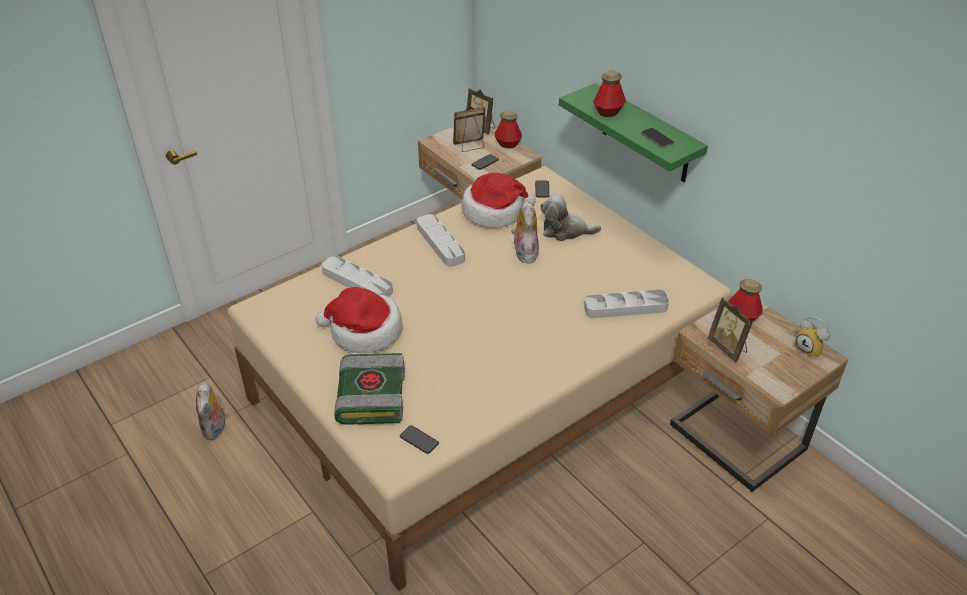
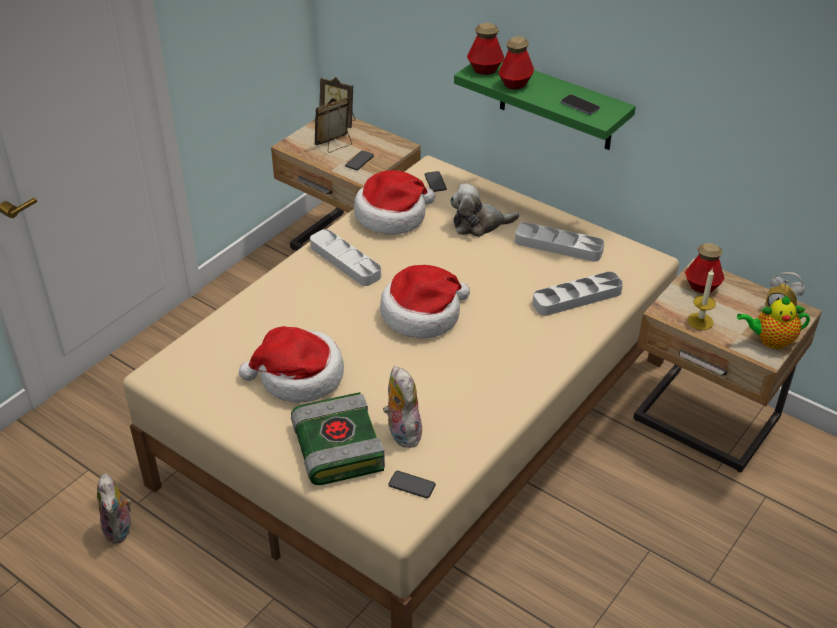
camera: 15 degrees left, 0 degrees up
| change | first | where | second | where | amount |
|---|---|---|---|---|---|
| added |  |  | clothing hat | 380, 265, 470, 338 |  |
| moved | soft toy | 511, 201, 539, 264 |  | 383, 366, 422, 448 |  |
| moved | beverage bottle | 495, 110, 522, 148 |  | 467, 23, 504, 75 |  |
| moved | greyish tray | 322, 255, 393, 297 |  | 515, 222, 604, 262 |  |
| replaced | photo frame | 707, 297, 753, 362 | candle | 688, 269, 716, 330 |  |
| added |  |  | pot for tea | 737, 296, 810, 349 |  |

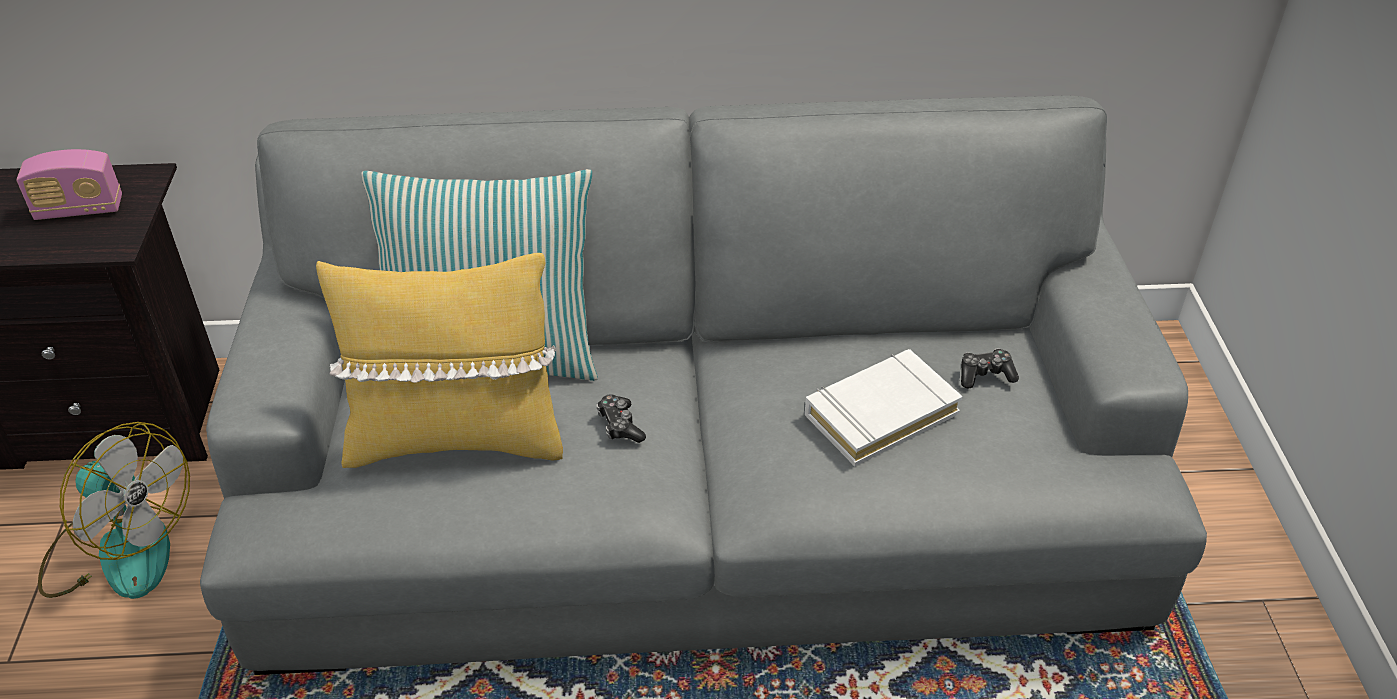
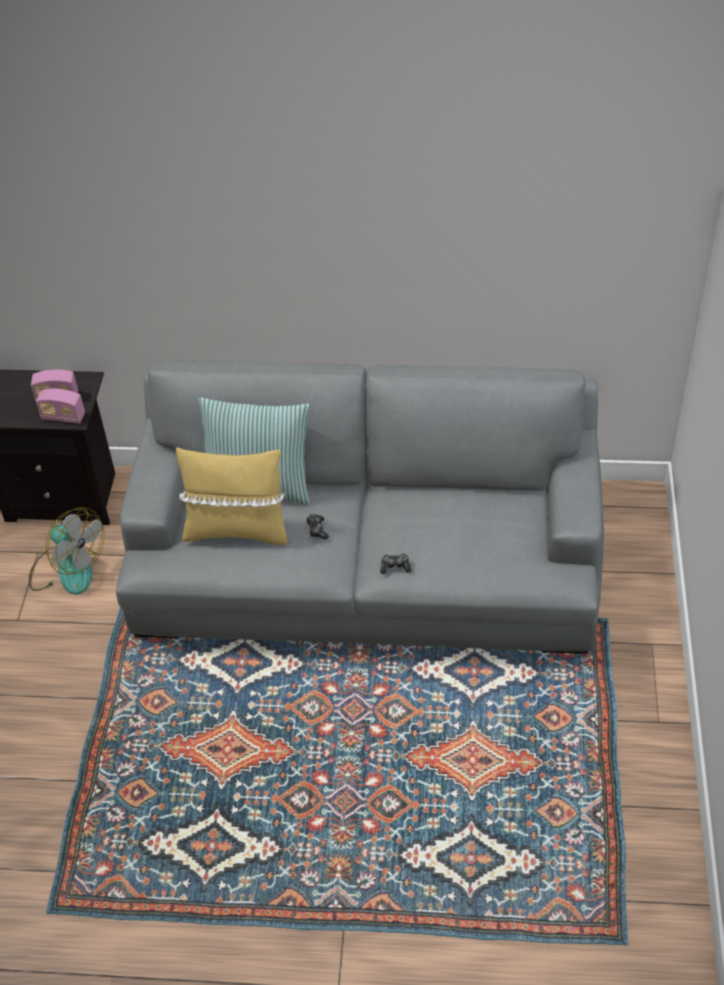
camera: 10 degrees right, 5 degrees up
| change | first | where | second | where | amount |
|---|---|---|---|---|---|
| added |  |  | radio receiver | 36, 388, 85, 423 |  |
| moved | joypad | 961, 348, 1019, 388 |  | 380, 553, 412, 574 |  |
| removed | white volume | 805, 349, 963, 466 |  |  |  |

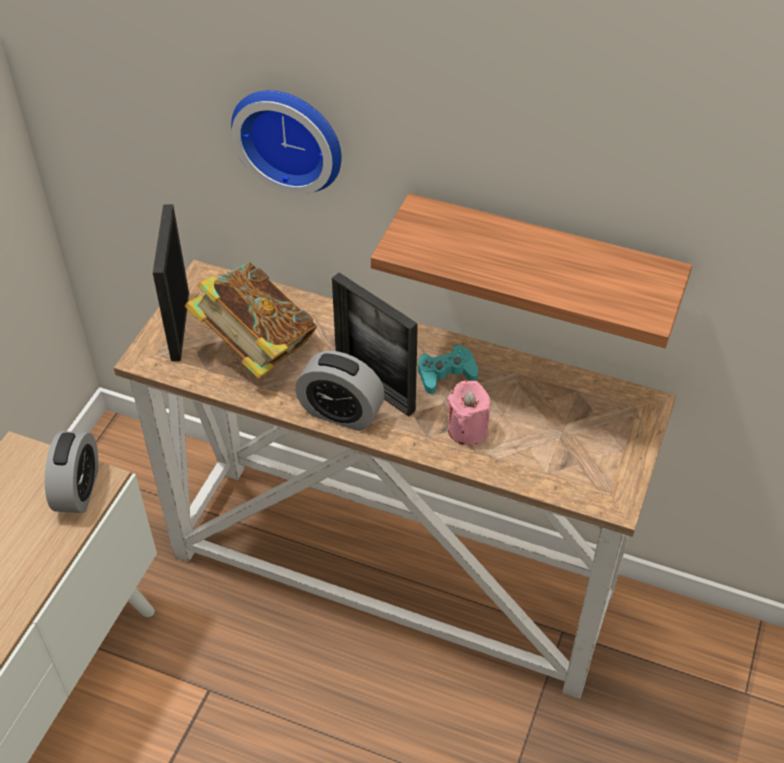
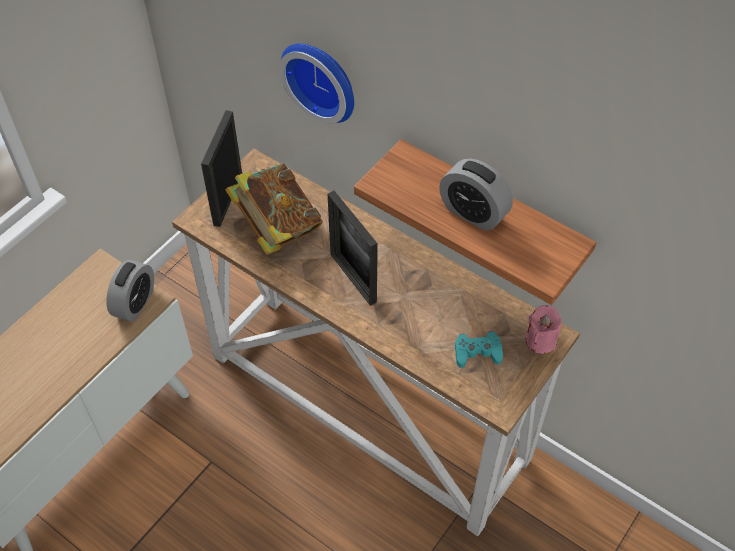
camera: 15 degrees right, 5 degrees up
| change | first | where | second | where | amount |
|---|---|---|---|---|---|
| moved | table clock | 295, 351, 385, 431 |  | 439, 159, 513, 231 |  |
| moved | turquoise joypad | 418, 344, 478, 394 |  | 455, 331, 503, 368 |  |
| moved | pink candle | 447, 380, 490, 445 |  | 526, 305, 561, 354 |  |

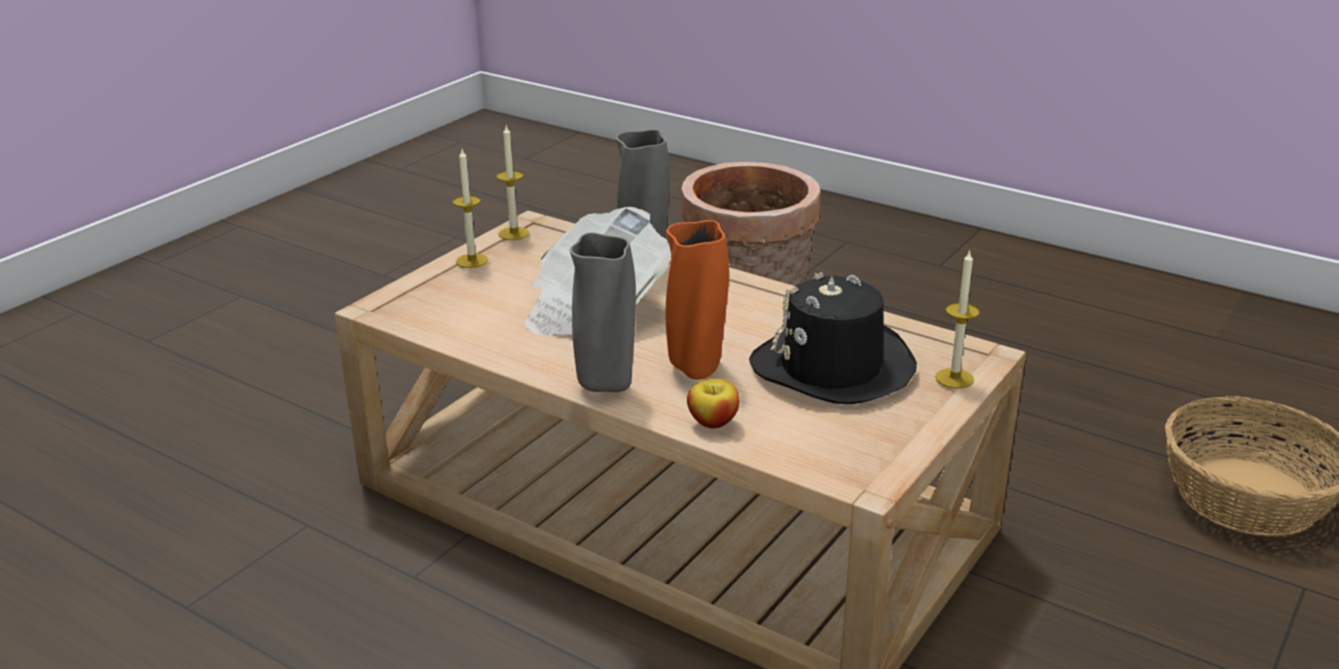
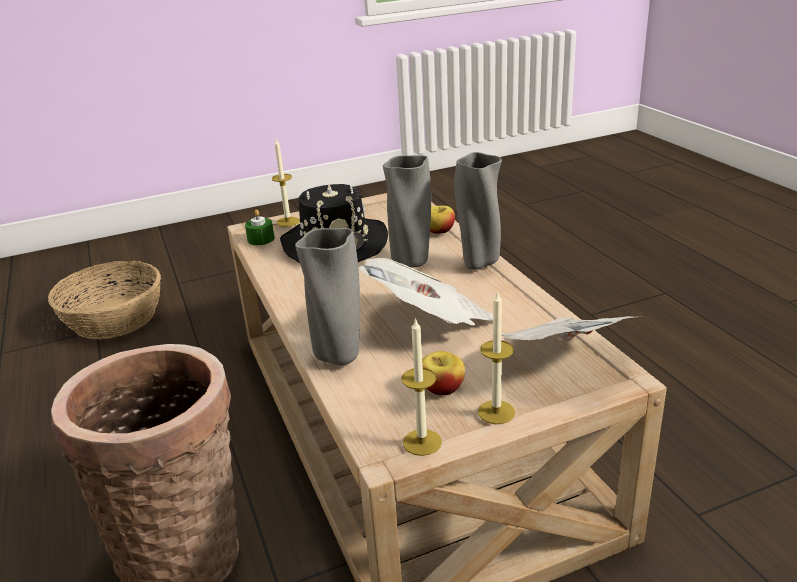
camera: 145 degrees left, 0 degrees up
| change | first | where | second | where | amount |
|---|---|---|---|---|---|
| added |  |  | greenish candle | 245, 209, 275, 245 |  |
| recoloured | orange-coloured decorative vase | 666, 220, 729, 379 | greyish decorative vase | 383, 155, 431, 267 |  |
| added |  |  | apple | 422, 351, 465, 396 |  |
| added |  |  | newspaper | 501, 316, 634, 341 |  |

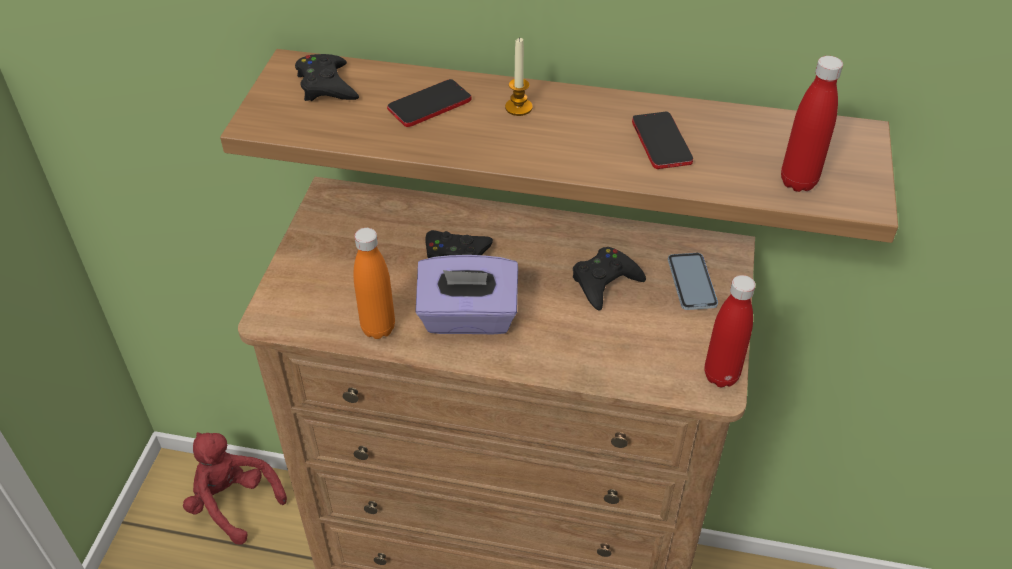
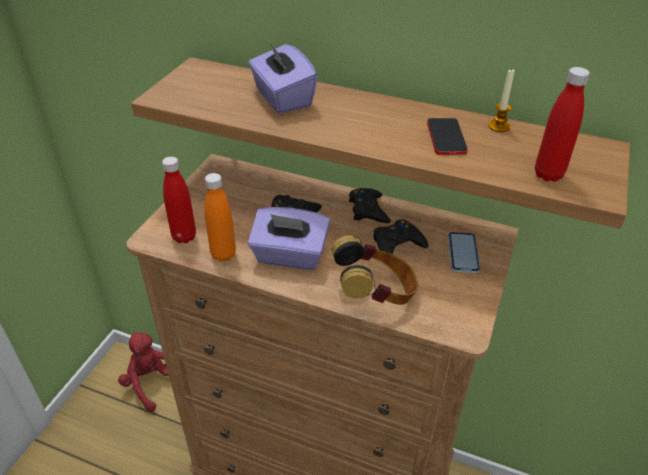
camera: 10 degrees right, 5 degrees down
| change | first | where | second | where | amount |
|---|---|---|---|---|---|
| moved | reddish beverage bottle | 705, 275, 756, 387 |  | 162, 156, 196, 243 |  |
| replaced | handset | 387, 79, 471, 127 | purple tissue holder | 248, 41, 318, 114 |  |
| added |  |  | pair of headphones | 332, 235, 419, 305 |  |
| moved | black-coloured joypad | 295, 54, 359, 101 |  | 349, 188, 391, 223 |  |
| moved | candle | 505, 37, 532, 116 |  | 489, 69, 515, 132 |  |

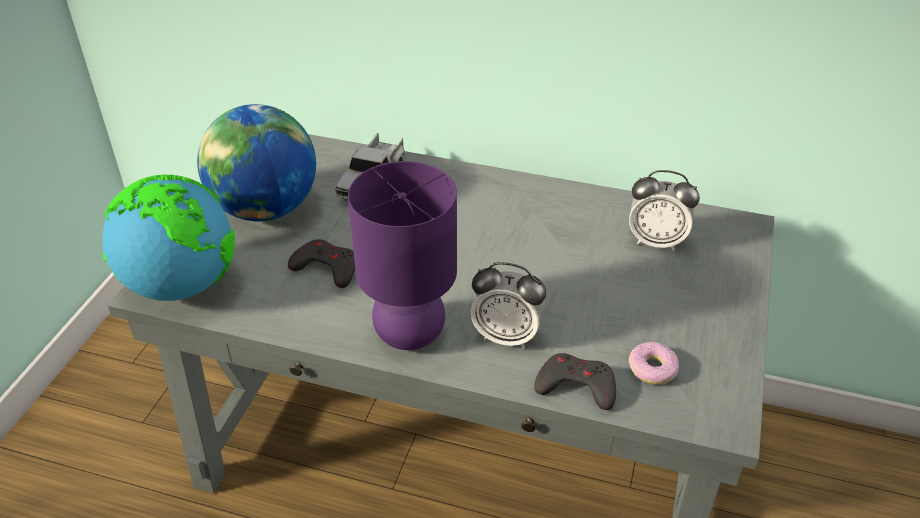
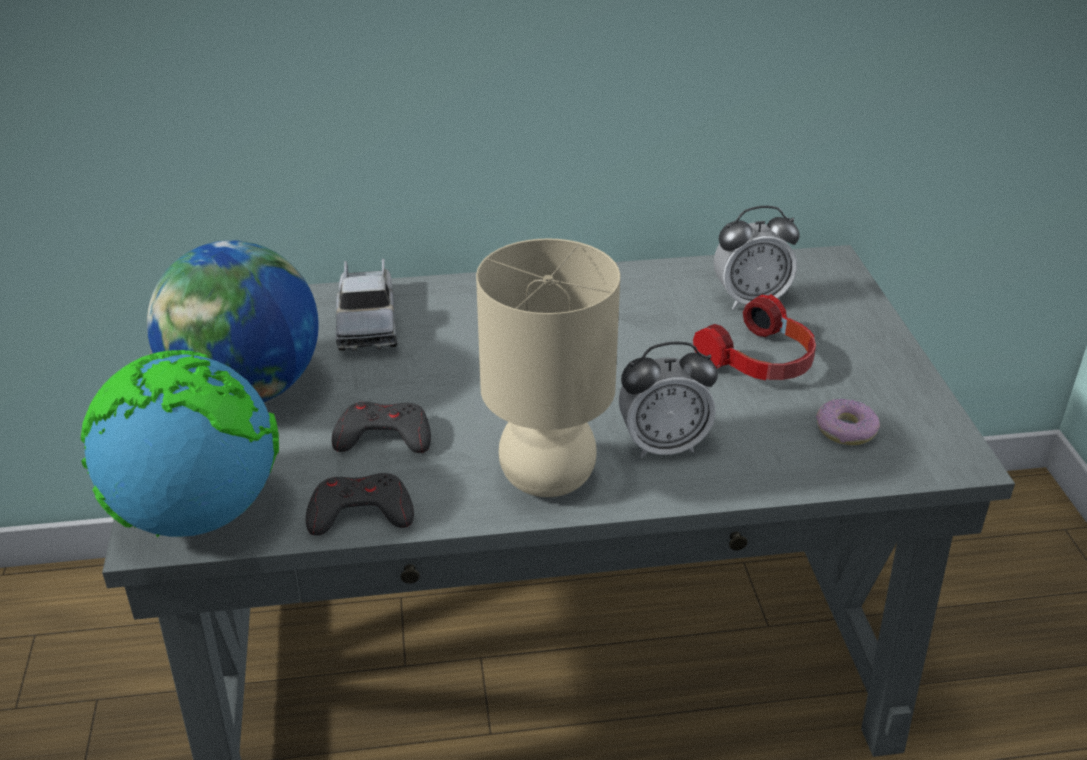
camera: 25 degrees left, 5 degrees down
| change | first | where | second | where | amount |
|---|---|---|---|---|---|
| moved | greyish joypad | 534, 353, 616, 410 |  | 306, 473, 414, 535 |  |
| recoloured | purple table lamp | 348, 161, 457, 350 | beige-coloured table lamp | 476, 238, 620, 497 |  |
| added |  |  | pair of headphones | 693, 294, 816, 380 |  |

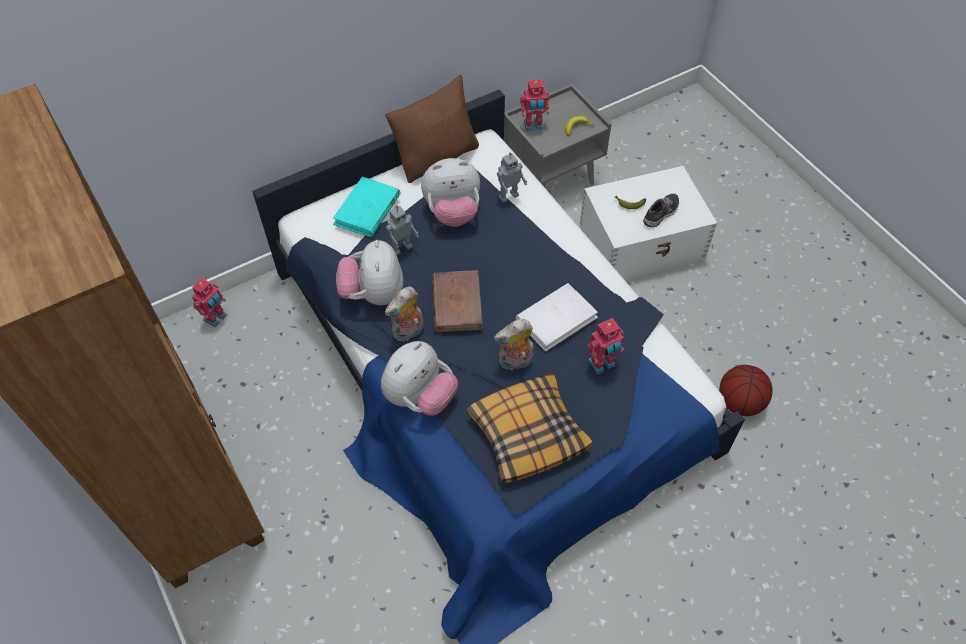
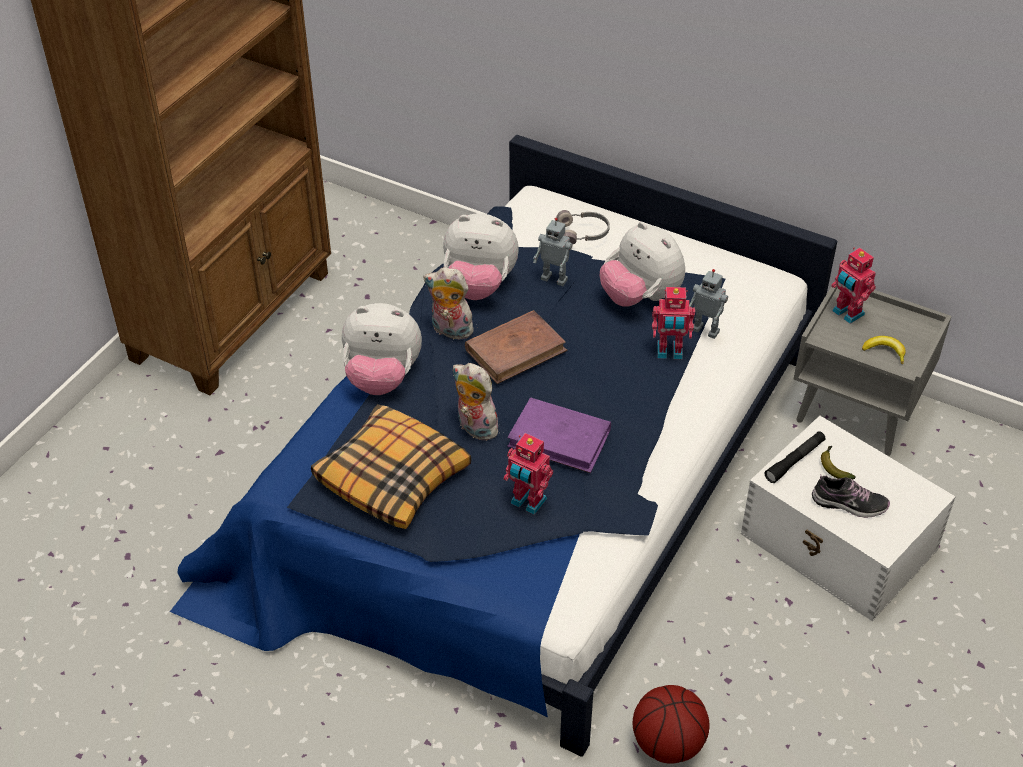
camera: 60 degrees right, 10 degrees down
| change | first | where | second | where | amount |
|---|---|---|---|---|---|
| turned | soft toy | 336, 240, 403, 305 |  | 443, 213, 519, 300 | 135 degrees counterclockwise |
| recoloured | white volume | 516, 283, 598, 352 | purple volume | 507, 397, 611, 473 |  |
| replaced | turquoise volume | 333, 177, 401, 237 | greyish pair of headphones | 556, 210, 610, 244 |  |
| moved | robot figure | 192, 278, 227, 327 |  | 652, 287, 695, 359 |  |
| added |  |  | black-coloured hand torch | 764, 431, 825, 483 |  |
| removed | brown throw pillow | 385, 75, 479, 183 |  |  |  |

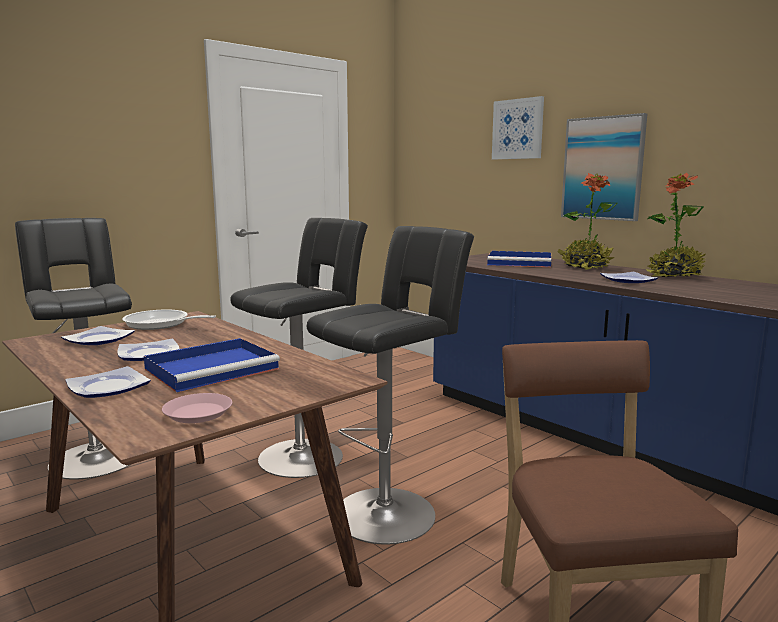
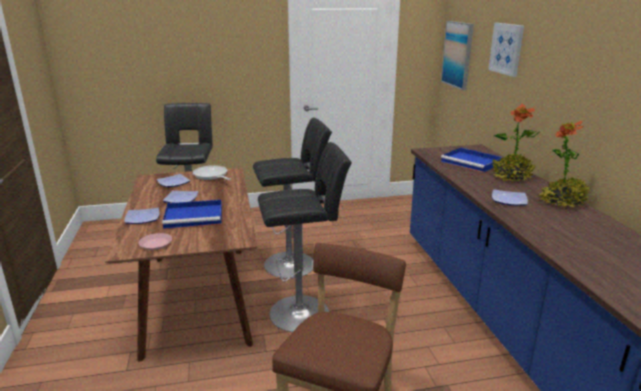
camera: 30 degrees right, 10 degrees up
| change | first | where | second | where | amount |
|---|---|---|---|---|---|
| moved | picture | 561, 113, 647, 221 |  | 441, 21, 474, 90 |  |

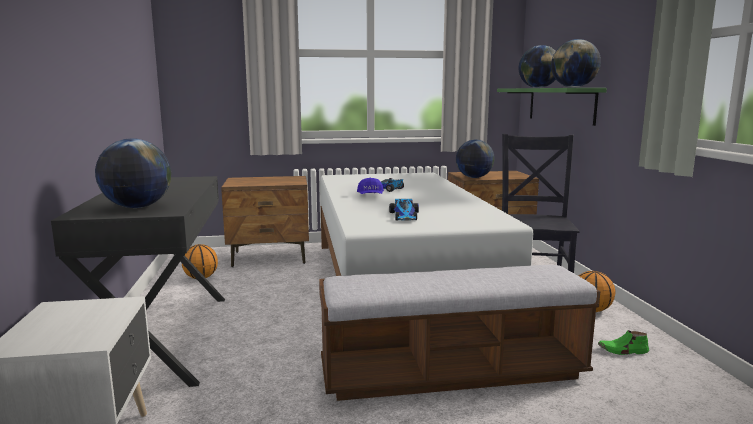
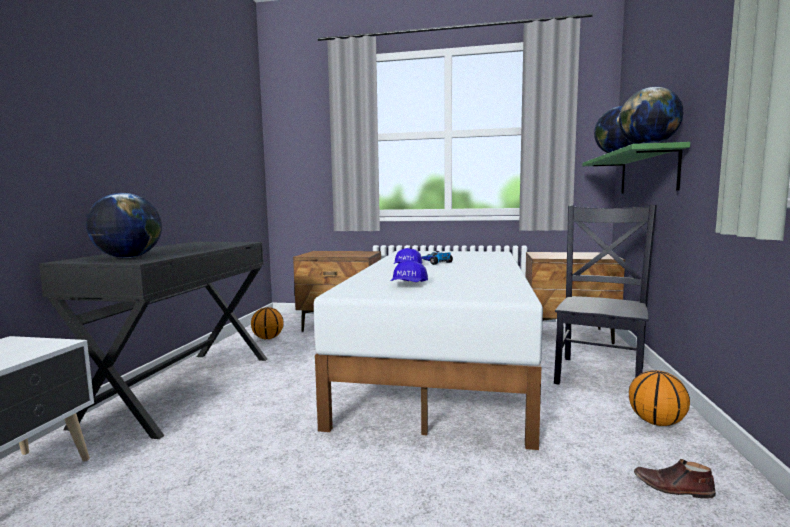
camera: 20 degrees right, 5 degrees down
| change | first | where | second | where | amount |
|---|---|---|---|---|---|
| replaced | miniature car | 389, 199, 419, 221 | blue-coloured peaked cap | 390, 260, 428, 282 |  |
| recoloured | greenish shoe | 598, 330, 649, 355 | brown shoe | 634, 459, 716, 499 |  |
| removed | indoor bench | 319, 265, 601, 401 |  |  |  |
| removed | globe | 456, 140, 495, 178 |  |  |  |

